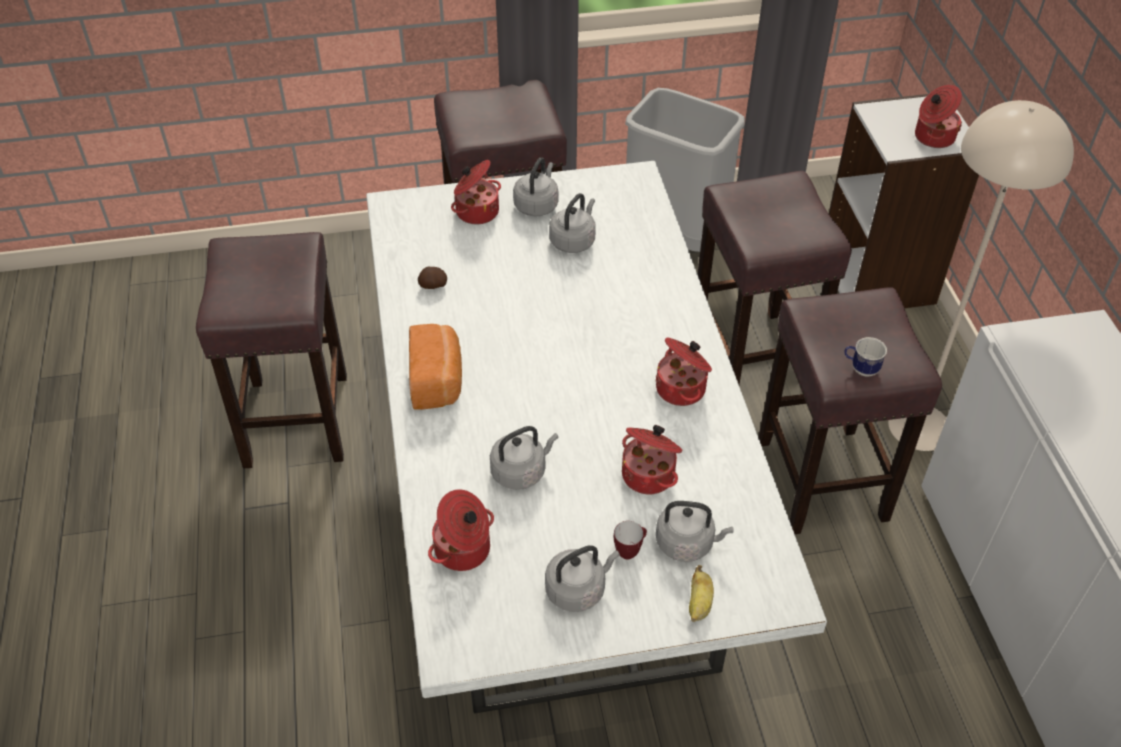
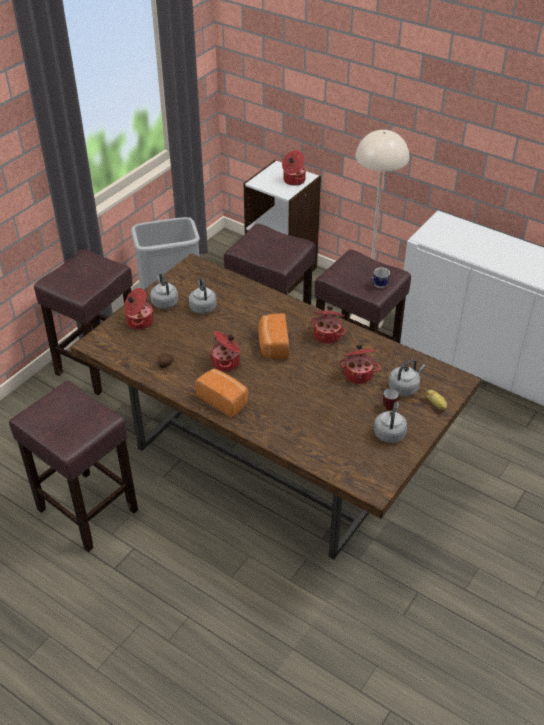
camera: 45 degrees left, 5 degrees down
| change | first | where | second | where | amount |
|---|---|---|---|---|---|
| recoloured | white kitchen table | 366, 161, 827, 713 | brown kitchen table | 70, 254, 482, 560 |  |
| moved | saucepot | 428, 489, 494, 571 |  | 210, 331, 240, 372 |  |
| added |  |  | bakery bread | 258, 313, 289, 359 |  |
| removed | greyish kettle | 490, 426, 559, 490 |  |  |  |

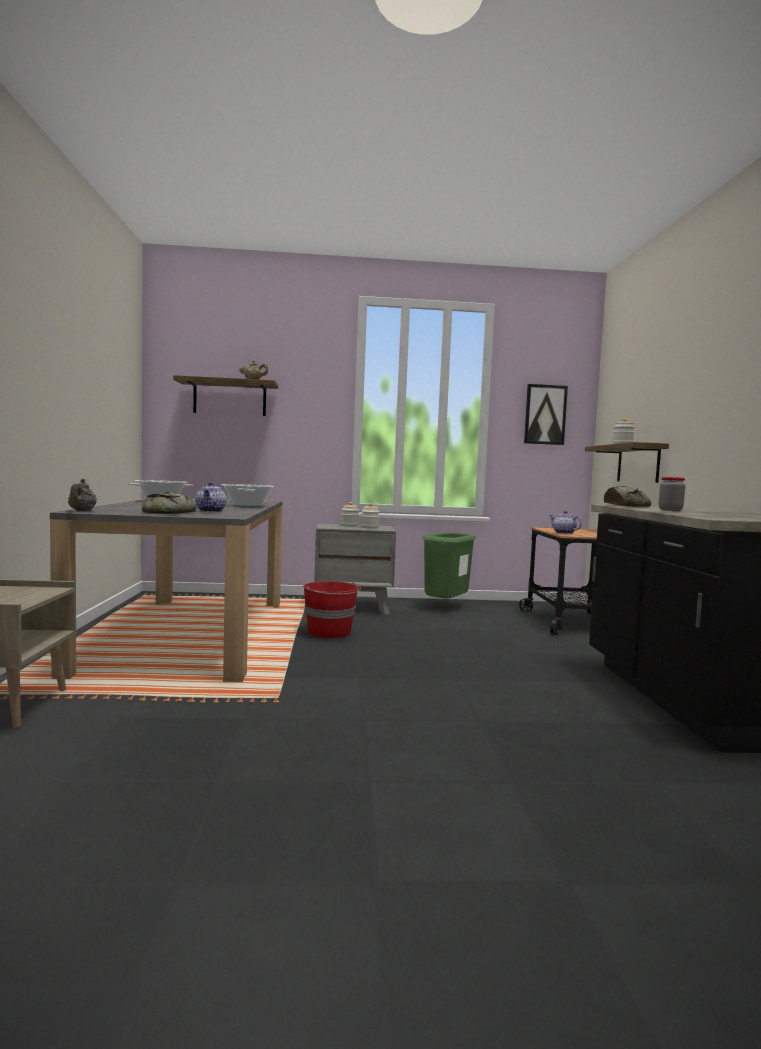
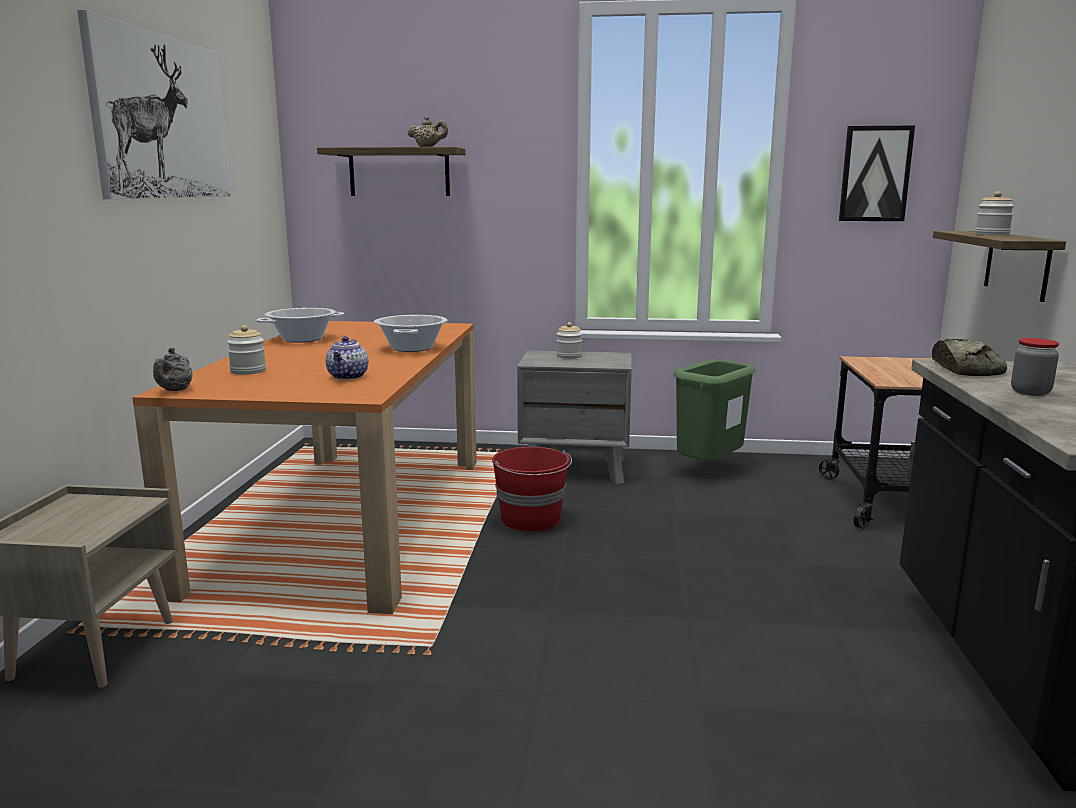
camera: 10 degrees right, 10 degrees up
| change | first | where | second | where | amount |
|---|---|---|---|---|---|
| added |  |  | picture | 77, 10, 232, 199 |  |
| recoloured | greyish kitchen table | 50, 498, 283, 682 | orange-coloured kitchen table | 132, 321, 477, 614 |  |
| moved | storage jar | 361, 503, 379, 529 |  | 227, 325, 266, 375 |  |
| removed | bakery bread | 142, 492, 196, 514 |  |  |  |
| removed | pot for tea | 549, 511, 582, 534 |  |  |  |

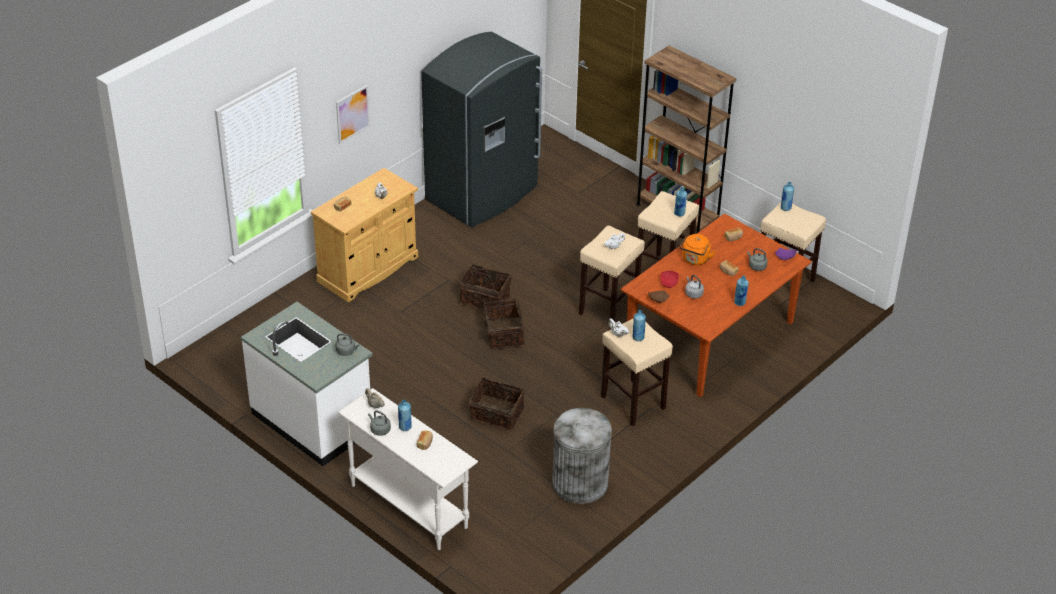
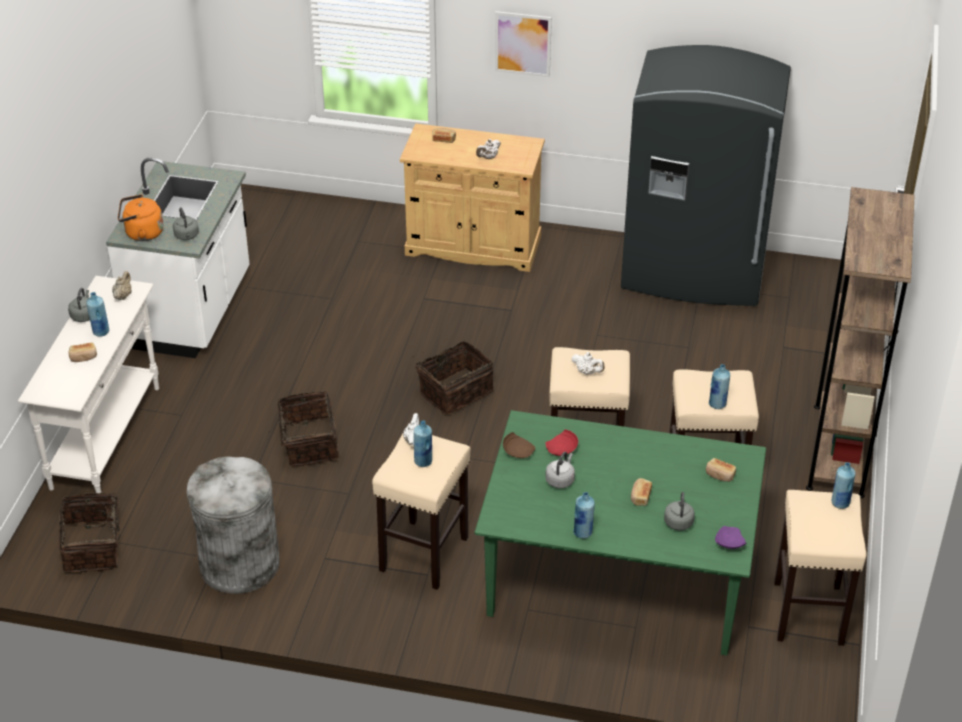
camera: 60 degrees right, 0 degrees up
| change | first | where | second | where | amount |
|---|---|---|---|---|---|
| moved | basket | 459, 264, 512, 309 |  | 59, 492, 129, 573 |  |
| moved | orange-coloured kettle | 680, 234, 716, 265 |  | 118, 194, 163, 241 |  |
| recoloured | brown kitchen table | 621, 214, 812, 397 | greenish kitchen table | 475, 410, 766, 656 |  |

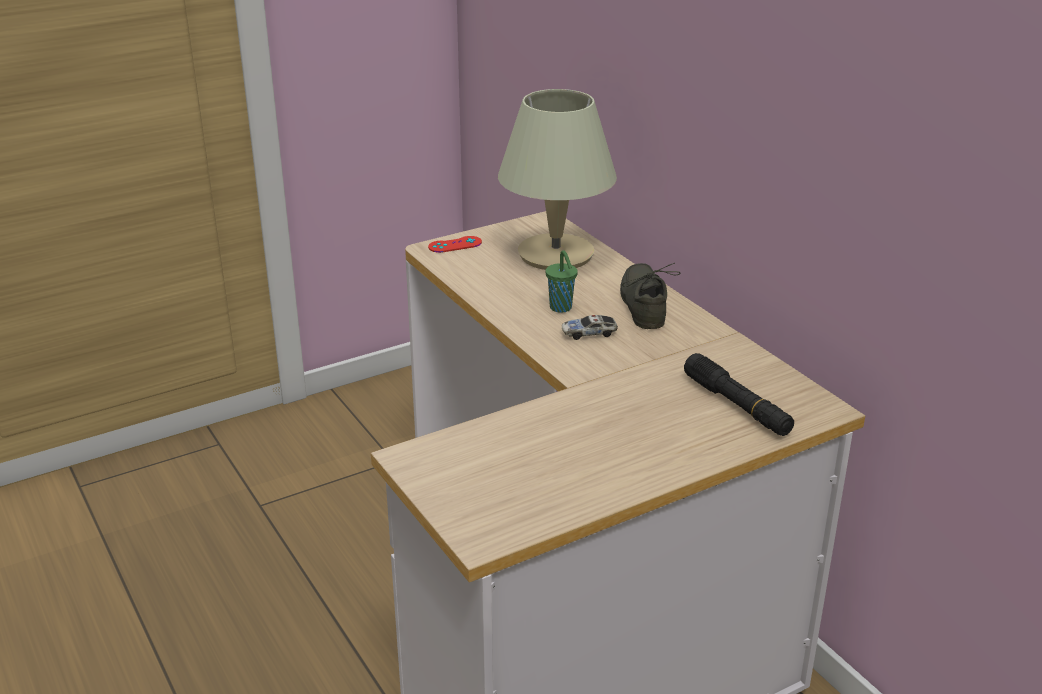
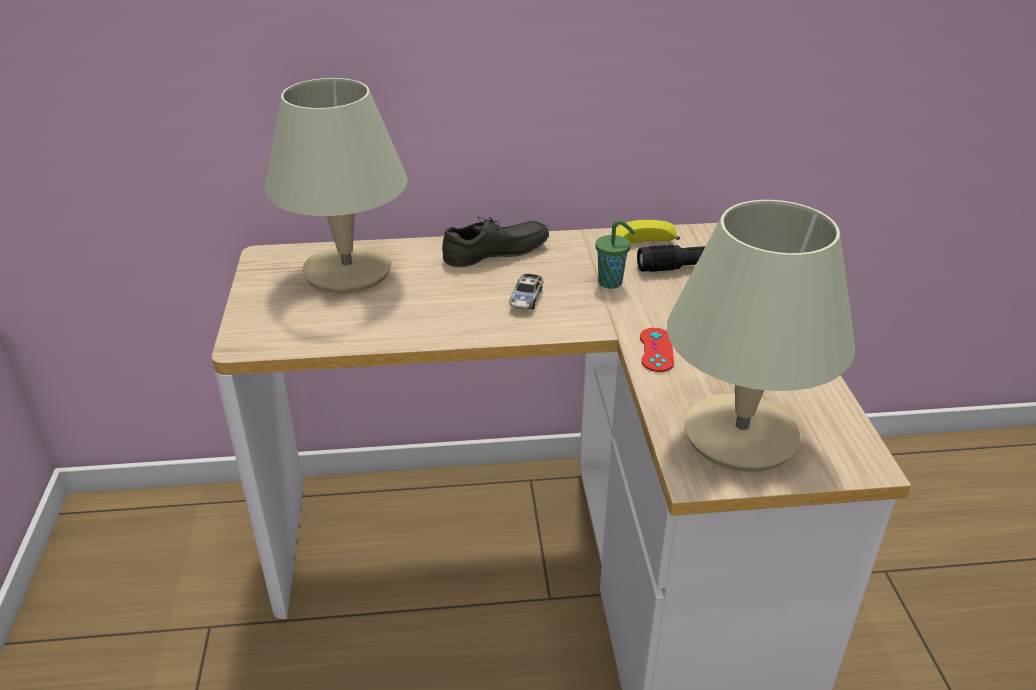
camera: 65 degrees left, 5 degrees up
| change | first | where | second | where | amount |
|---|---|---|---|---|---|
| turned | greyish shoe | 620, 263, 680, 329 |  | 442, 216, 549, 267 | 135 degrees clockwise |
| moved | greenish drinking cup | 545, 250, 578, 313 |  | 595, 220, 635, 289 |  |
| added |  |  | banana | 611, 220, 680, 244 |  |
| moved | reddish joypad | 428, 236, 482, 253 |  | 640, 328, 674, 372 |  |
| added |  |  | beige-coloured table lamp | 667, 200, 855, 472 |  |

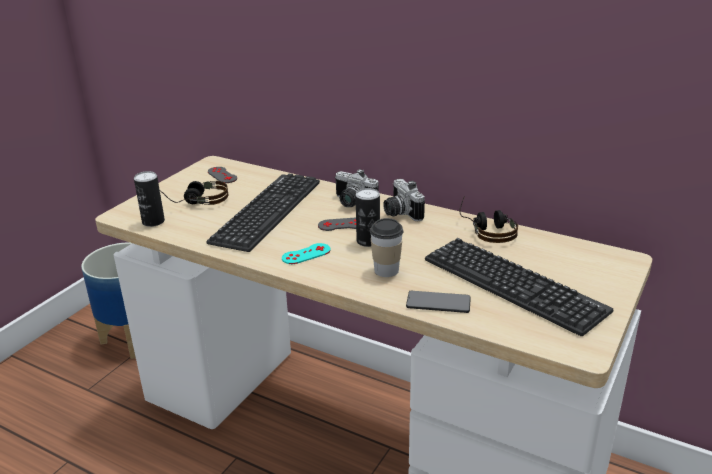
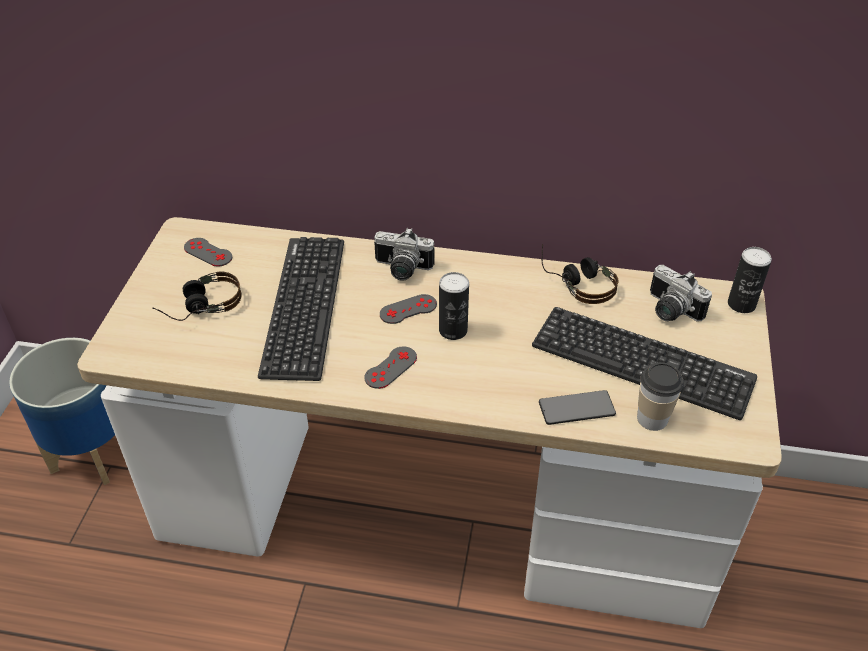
camera: 20 degrees left, 15 degrees up
| change | first | where | second | where | amount |
|---|---|---|---|---|---|
| recoloured | turquoise joypad | 282, 243, 331, 264 | greyish joypad | 364, 346, 417, 389 |  |
| moved | drinking cup | 370, 218, 403, 277 |  | 637, 362, 684, 431 |  |
| moved | still camera | 383, 179, 425, 221 |  | 650, 265, 712, 321 |  |
| moved | sealed can | 134, 171, 165, 227 |  | 728, 247, 772, 313 |  |

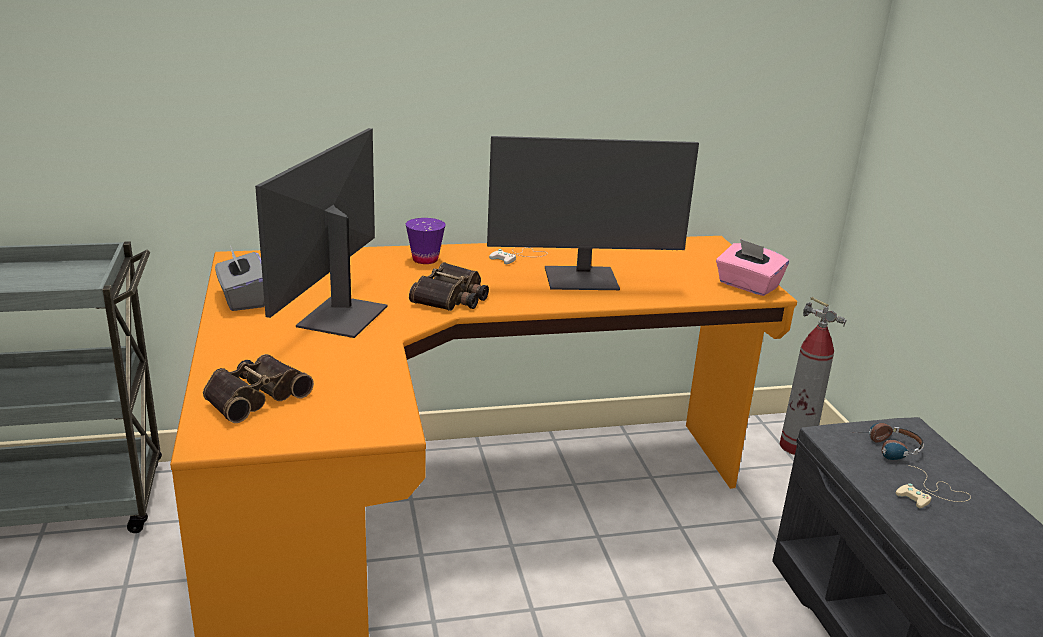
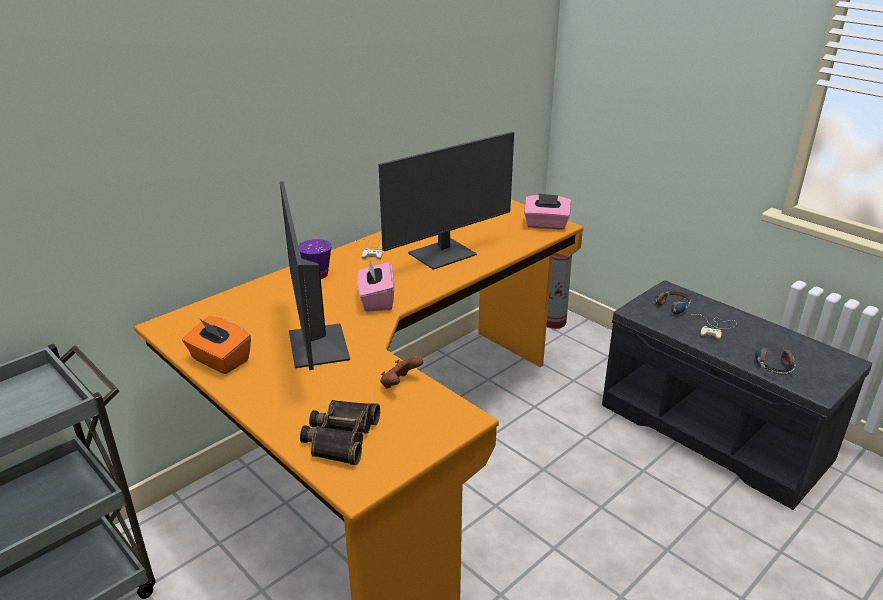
camera: 30 degrees left, 5 degrees up
| change | first | where | second | where | amount |
|---|---|---|---|---|---|
| recoloured | greyish tissue holder | 215, 245, 265, 311 | orange-coloured tissue holder | 182, 316, 251, 374 |  |
| replaced | field glasses | 409, 262, 489, 311 | pink tissue holder | 357, 258, 394, 312 |  |
| added |  |  | brown joypad | 380, 356, 423, 389 |  |
| added |  |  | pair of headphones | 755, 348, 796, 375 |  |

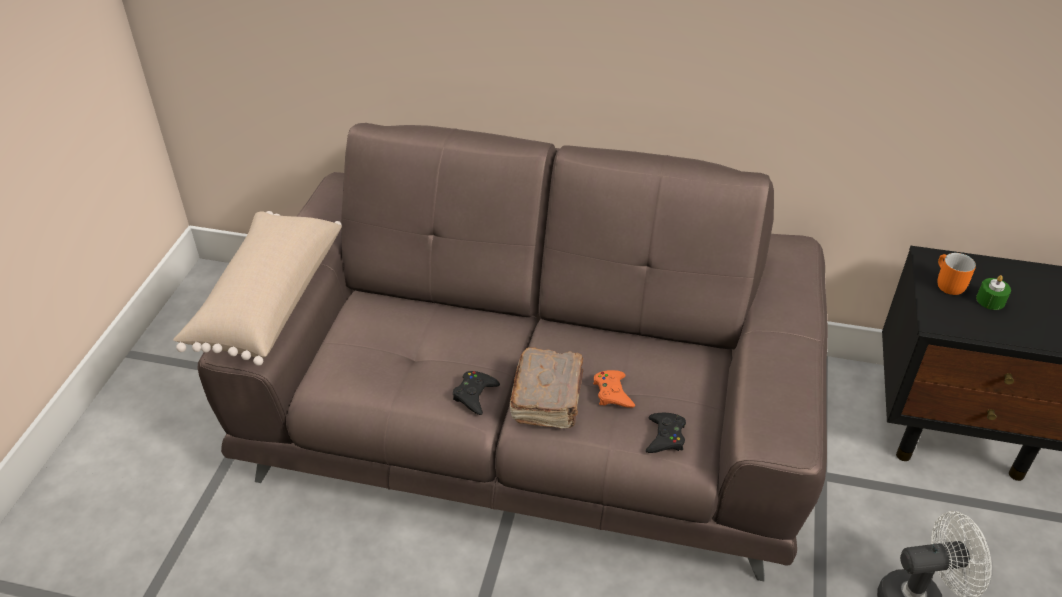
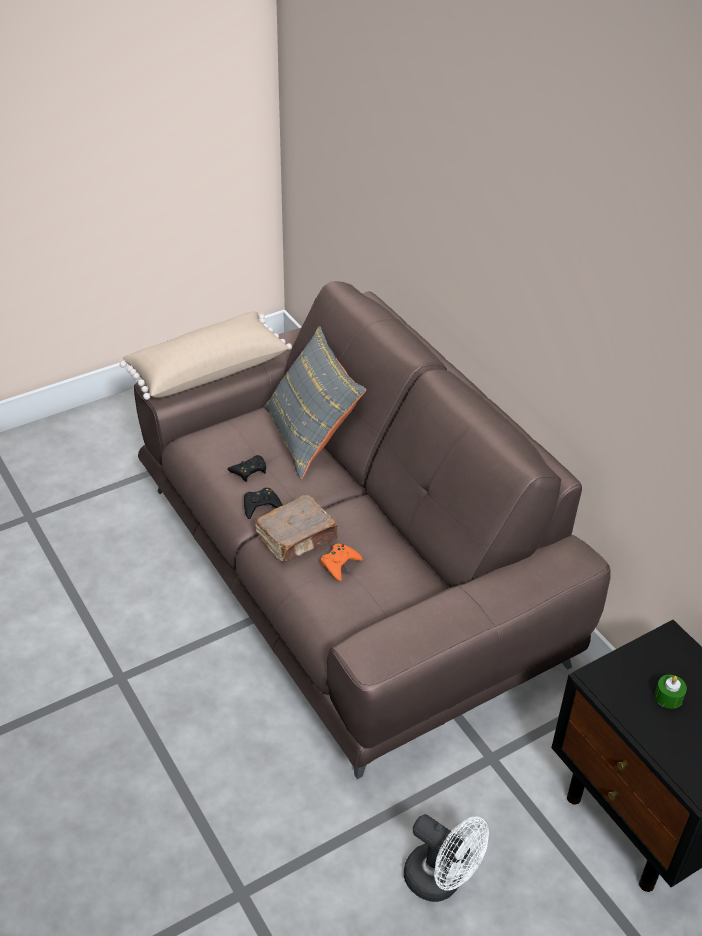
camera: 45 degrees right, 0 degrees up
| change | first | where | second | where | amount |
|---|---|---|---|---|---|
| moved | black-coloured joypad | 646, 413, 686, 453 |  | 227, 455, 266, 482 |  |
| added |  |  | greyish throw pillow | 264, 326, 366, 480 |  |
| removed | orange-coloured mug | 937, 253, 976, 295 |  |  |  |

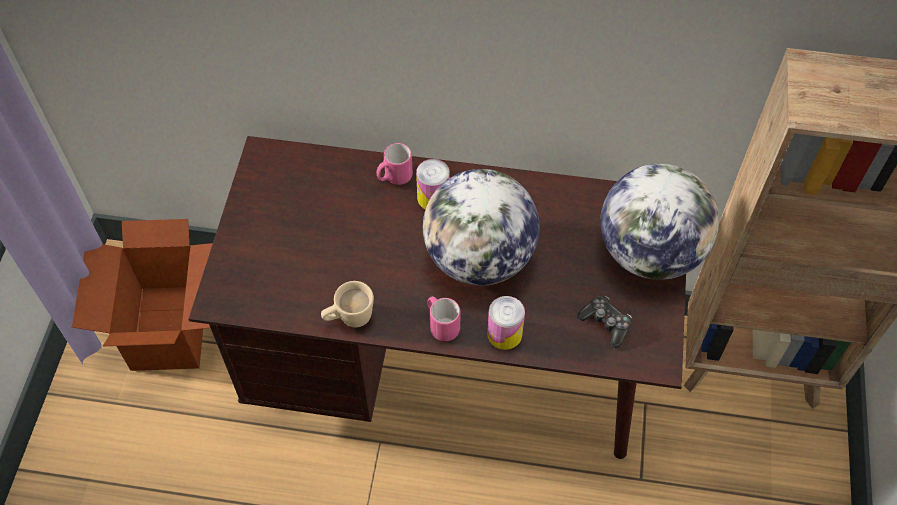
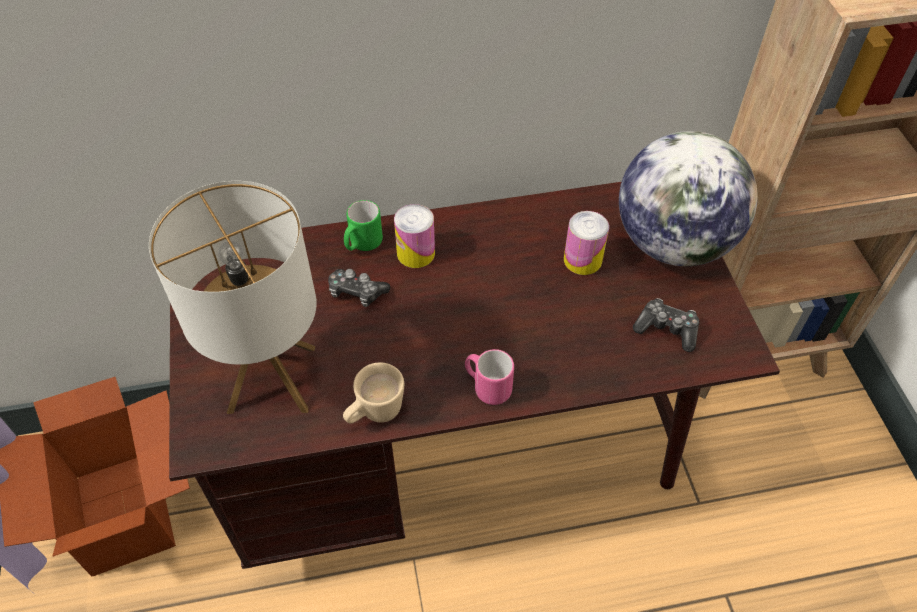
camera: 20 degrees left, 5 degrees down
| change | first | where | second | where | amount |
|---|---|---|---|---|---|
| added |  |  | table lamp | 149, 181, 317, 414 |  |
| added |  |  | joypad | 328, 269, 390, 307 |  |
| recoloured | pink mug | 376, 143, 413, 185 | greenish mug | 344, 200, 383, 251 |  |
| moved | sealed can | 487, 296, 525, 350 |  | 564, 211, 609, 275 |  |
| removed | globe | 423, 169, 540, 286 |  |  |  |

